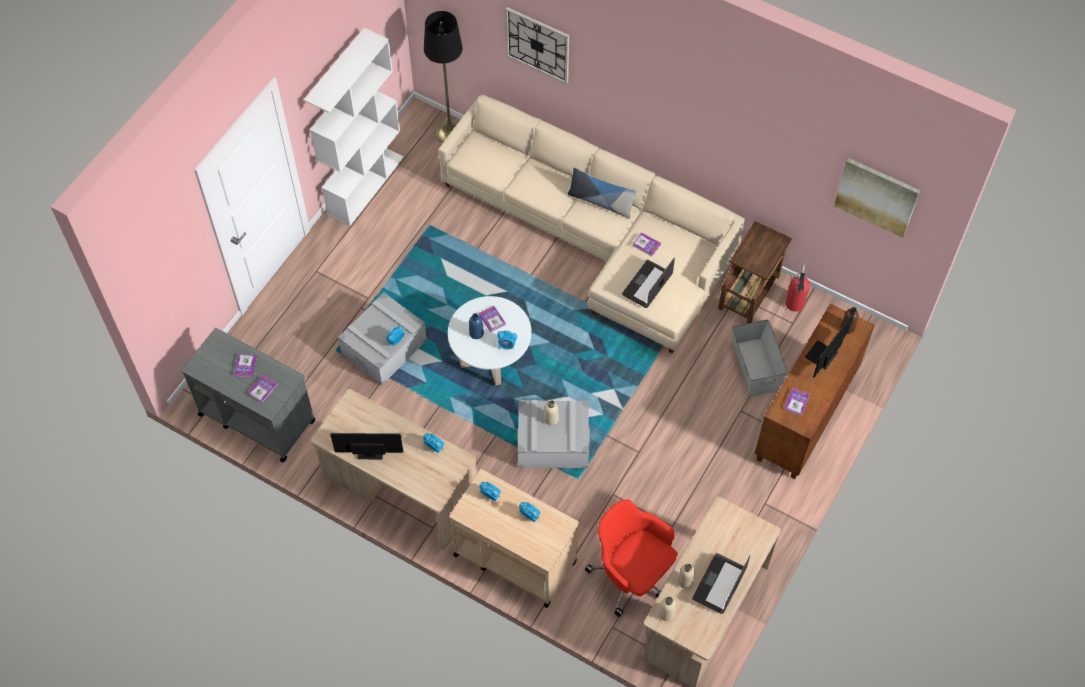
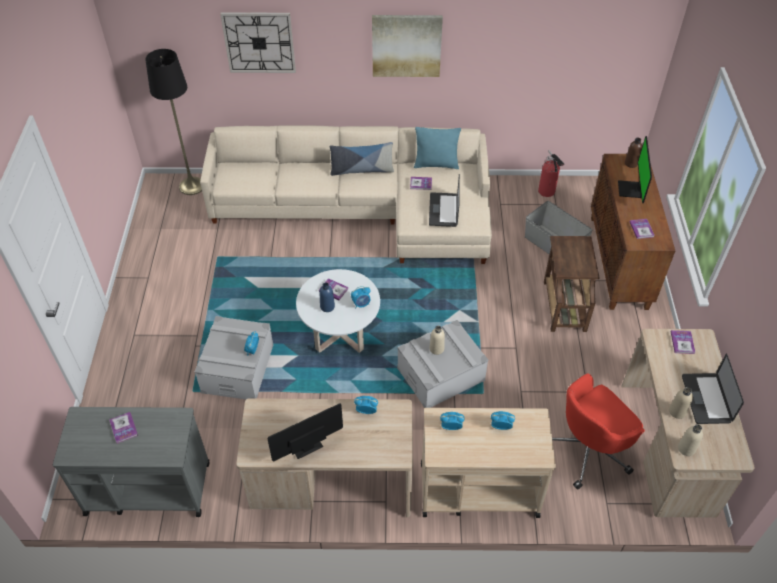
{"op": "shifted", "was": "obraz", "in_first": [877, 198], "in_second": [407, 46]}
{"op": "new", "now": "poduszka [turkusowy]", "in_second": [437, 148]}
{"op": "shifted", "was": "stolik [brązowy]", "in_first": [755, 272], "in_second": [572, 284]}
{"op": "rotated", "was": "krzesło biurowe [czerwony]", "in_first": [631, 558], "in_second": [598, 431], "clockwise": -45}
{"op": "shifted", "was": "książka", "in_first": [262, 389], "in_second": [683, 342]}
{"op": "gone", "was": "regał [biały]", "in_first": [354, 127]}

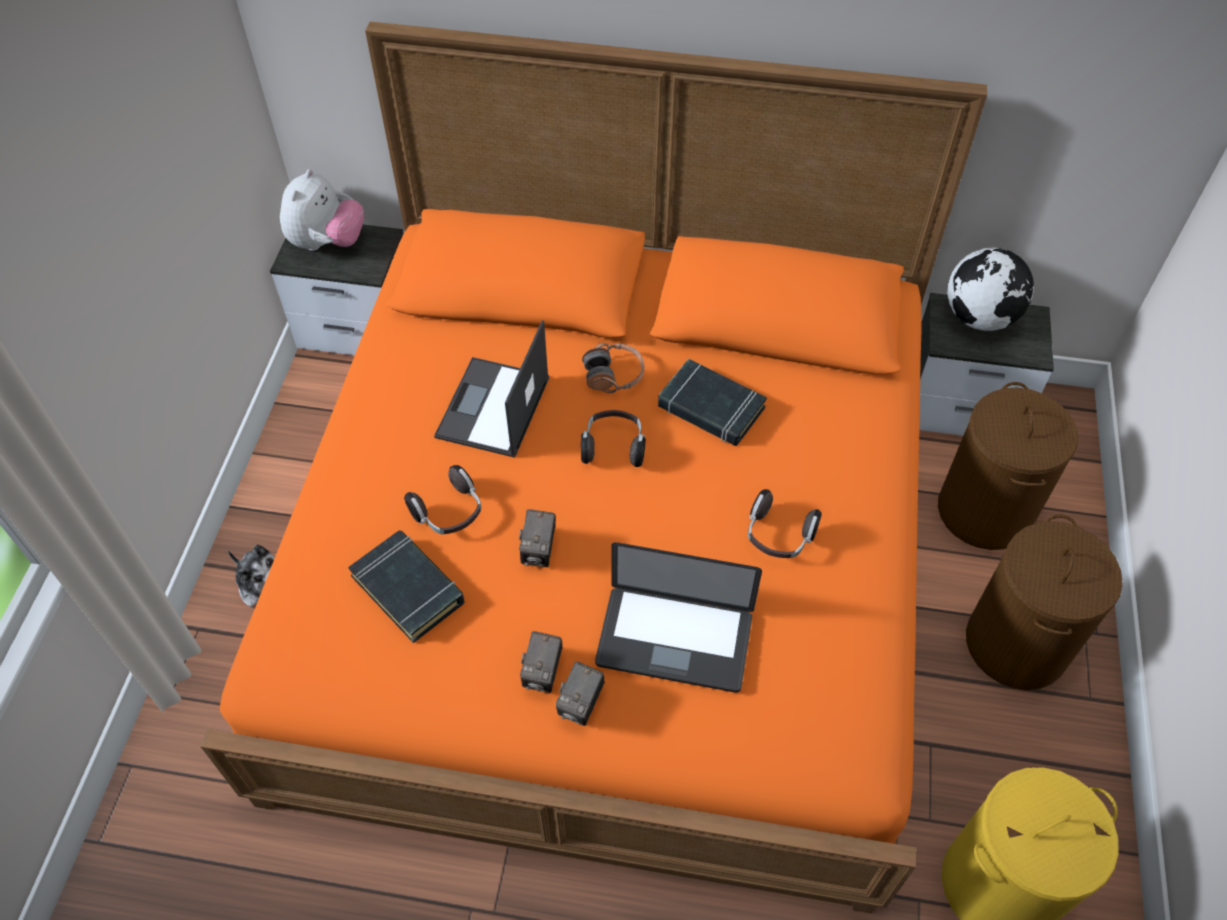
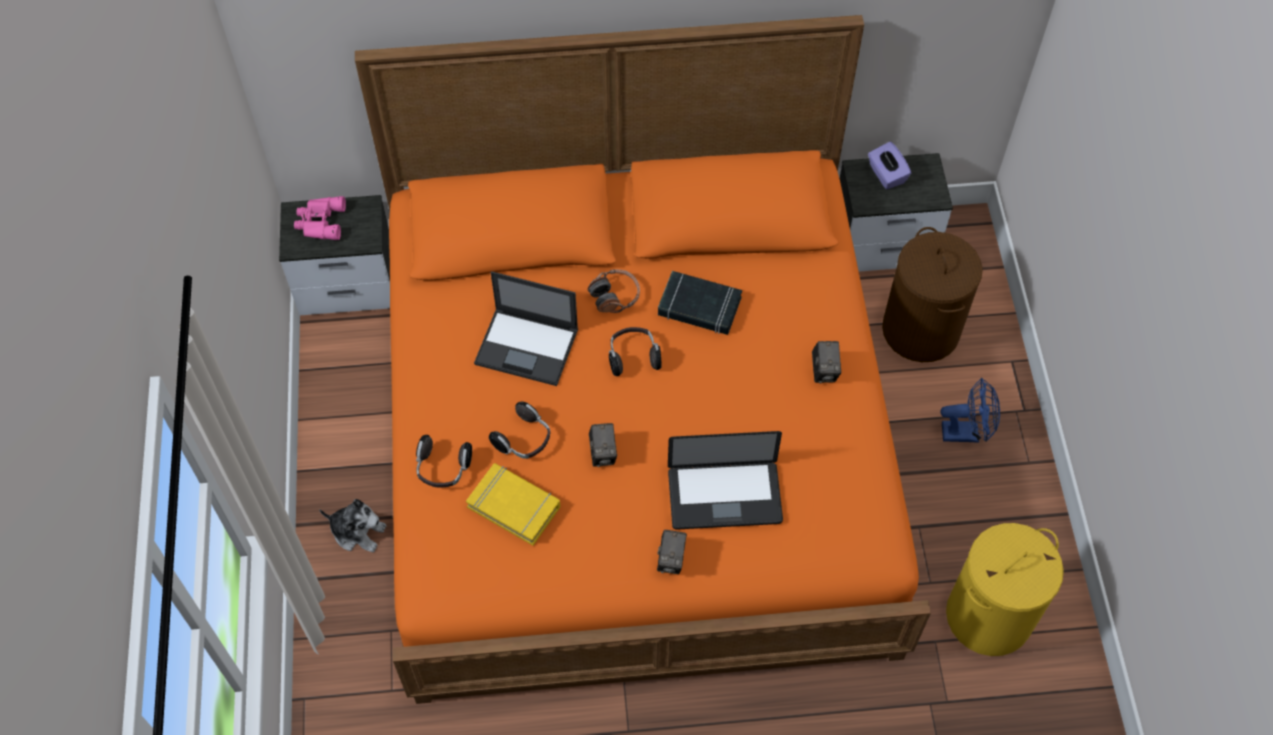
{"op": "swapped", "was": "pluszak", "now": "lornetka [różowy]", "in_first": [322, 210], "in_second": [320, 218]}
{"op": "shifted", "was": "słuchawki", "in_first": [785, 523], "in_second": [444, 461]}
{"op": "repainted", "was": "książka [czarny]", "now": "książka [żółty]", "in_first": [406, 586], "in_second": [513, 504]}
{"op": "rotated", "was": "laptop", "in_first": [491, 389], "in_second": [526, 328], "clockwise": -75}
{"op": "shifted", "was": "aparat fotograficzny", "in_first": [541, 662], "in_second": [826, 362]}
{"op": "swapped", "was": "globus", "now": "pudełko chusteczek [fioletowy]", "in_first": [990, 289], "in_second": [889, 165]}
{"op": "swapped", "was": "kosz na pranie [brązowy]", "now": "wentylator [niebieski]", "in_first": [1044, 602], "in_second": [970, 410]}

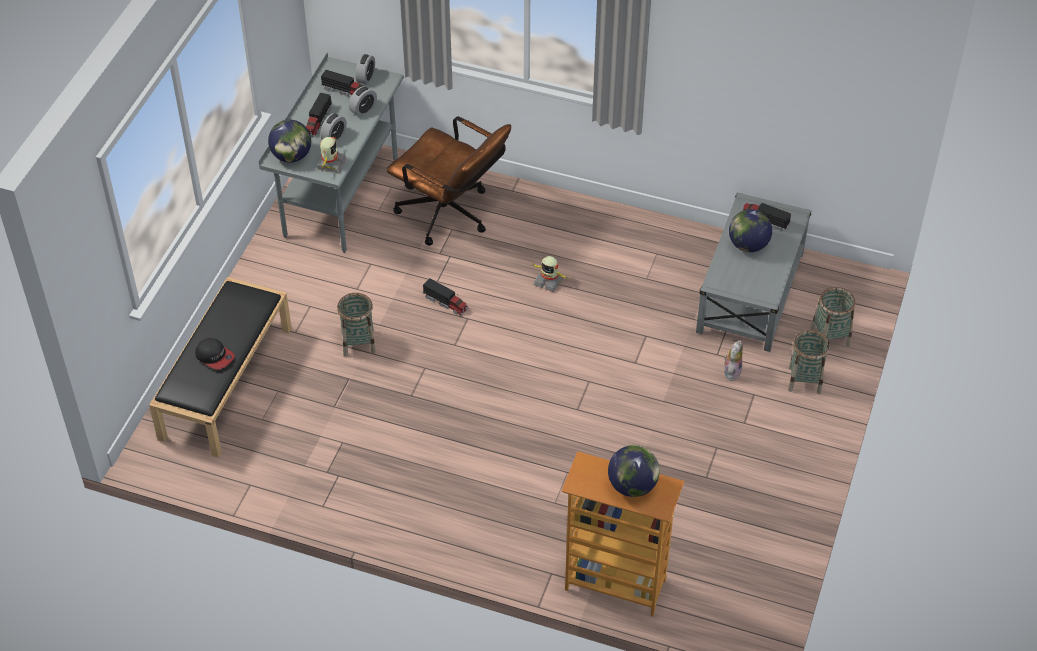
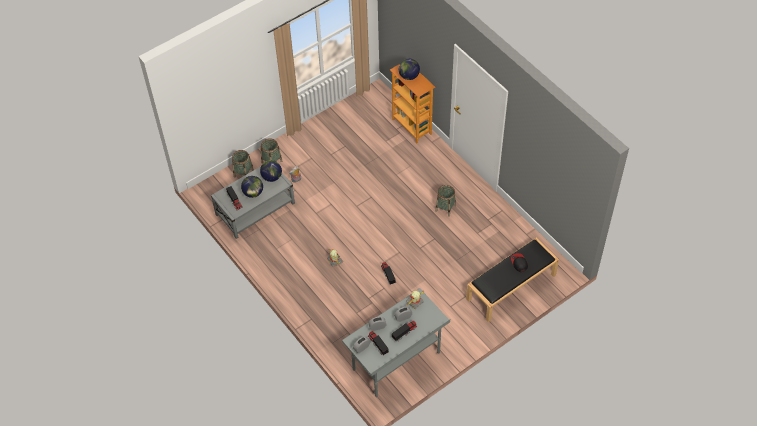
{"op": "shifted", "was": "globus", "in_first": [289, 141], "in_second": [271, 171]}
{"op": "shifted", "was": "koszyk", "in_first": [356, 324], "in_second": [445, 201]}
{"op": "gone", "was": "krzesło biurowe [brązowy]", "in_first": [449, 181]}

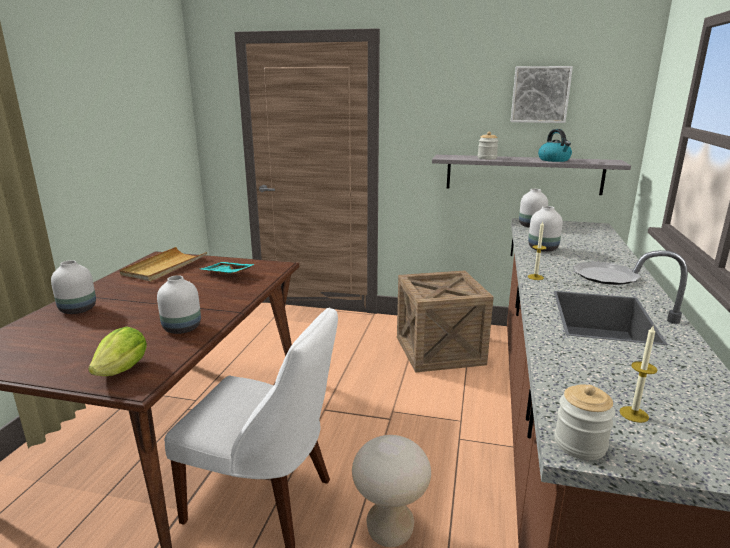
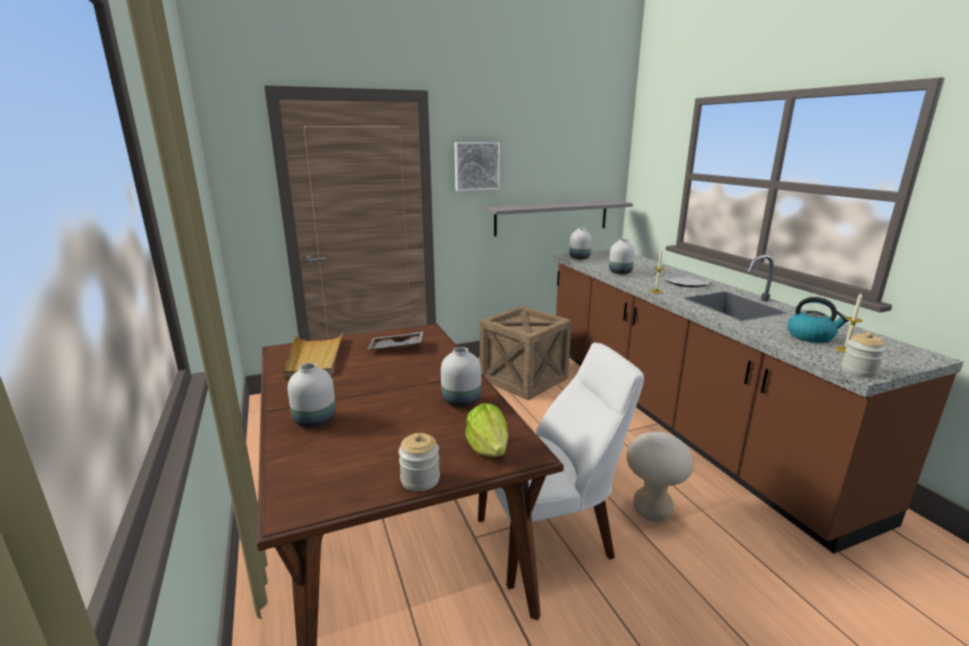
{"op": "repainted", "was": "taca [turkusowy]", "now": "taca [szary]", "in_first": [228, 268], "in_second": [395, 340]}
{"op": "shifted", "was": "słoik", "in_first": [488, 145], "in_second": [419, 462]}
{"op": "shifted", "was": "obraz", "in_first": [542, 94], "in_second": [477, 166]}
{"op": "shifted", "was": "czajnik", "in_first": [555, 145], "in_second": [818, 320]}

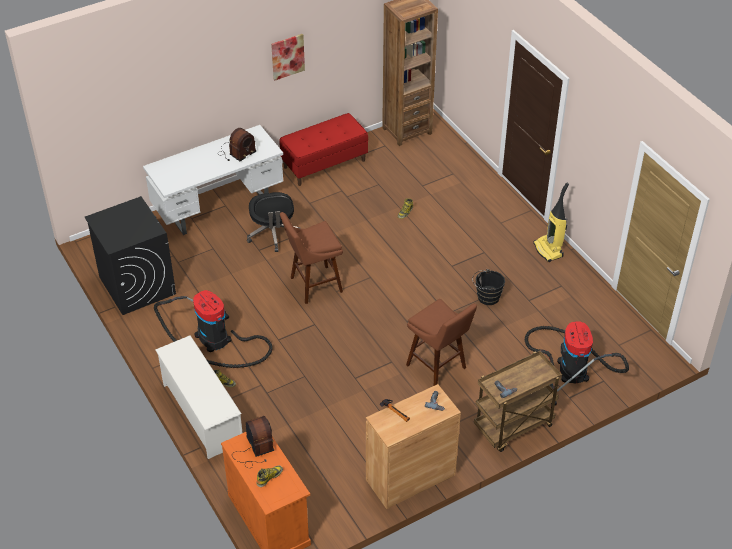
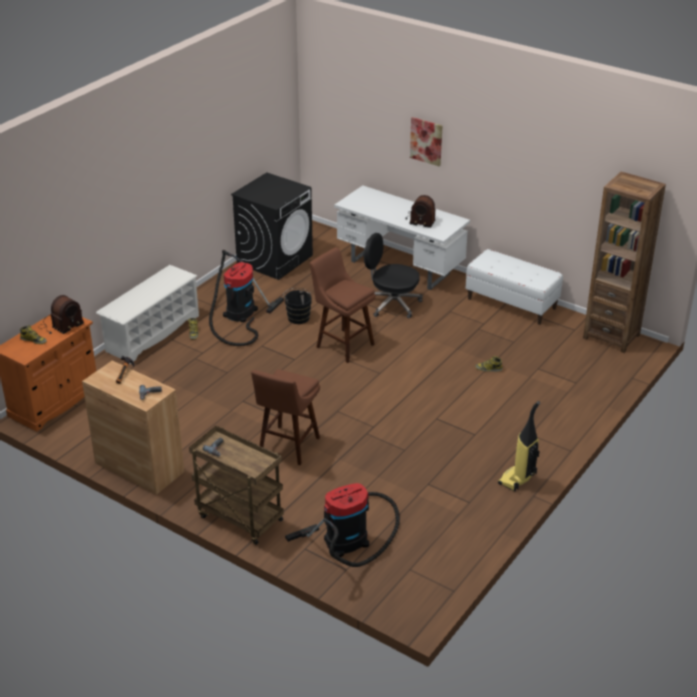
{"op": "shifted", "was": "wiadro [czarny]", "in_first": [488, 287], "in_second": [297, 306]}
{"op": "rotated", "was": "krzesło biurowe [czarny]", "in_first": [274, 222], "in_second": [393, 276], "clockwise": 60}
{"op": "shifted", "was": "obraz", "in_first": [288, 57], "in_second": [426, 141]}
{"op": "repainted", "was": "ławka [czerwony]", "now": "ławka [biały]", "in_first": [323, 149], "in_second": [514, 287]}

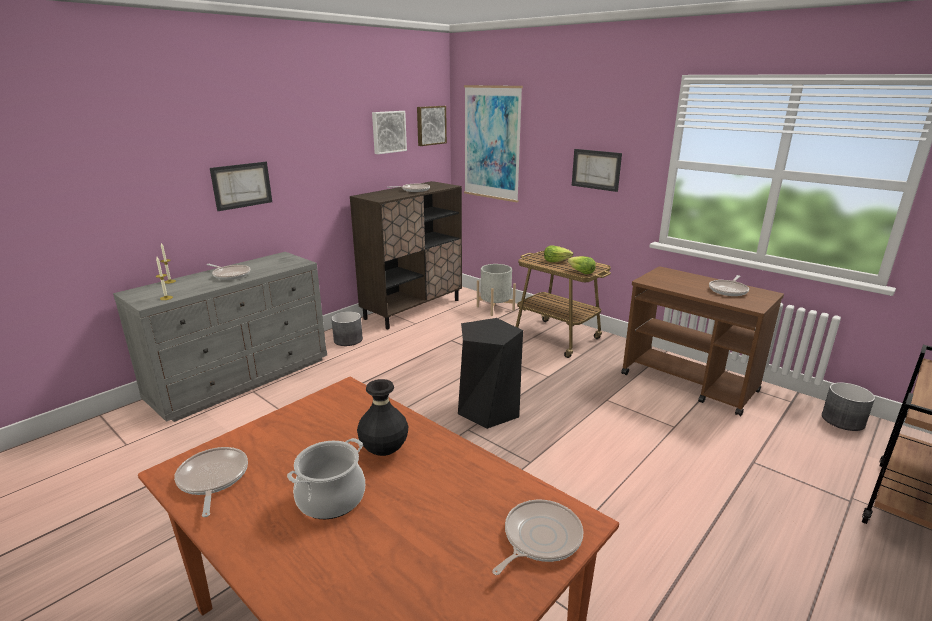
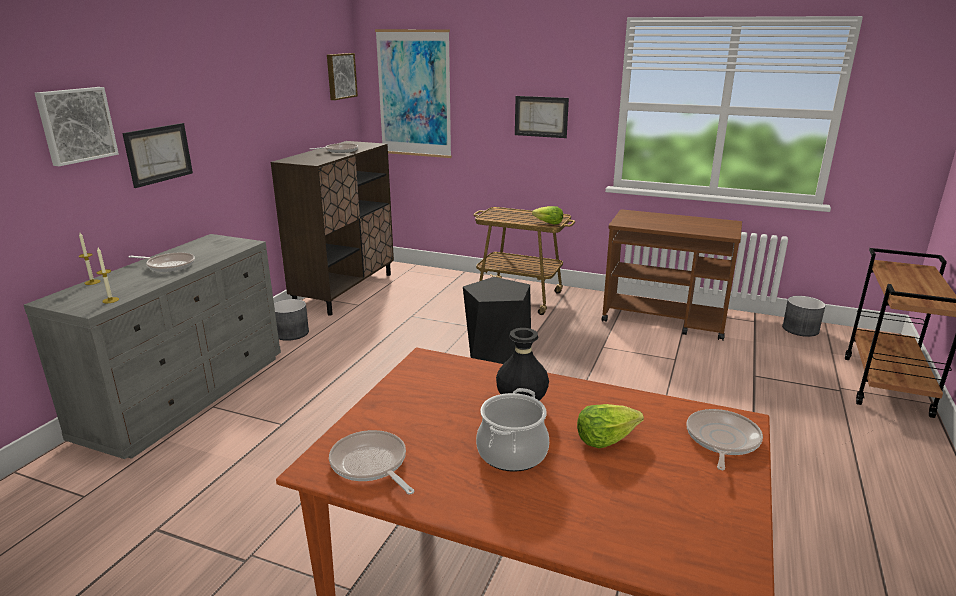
{"op": "shifted", "was": "obraz", "in_first": [389, 132], "in_second": [77, 126]}
{"op": "shifted", "was": "sałata", "in_first": [558, 254], "in_second": [610, 426]}
{"op": "gone", "was": "donica [szary]", "in_first": [496, 290]}
{"op": "gone", "was": "patelnia", "in_first": [729, 285]}

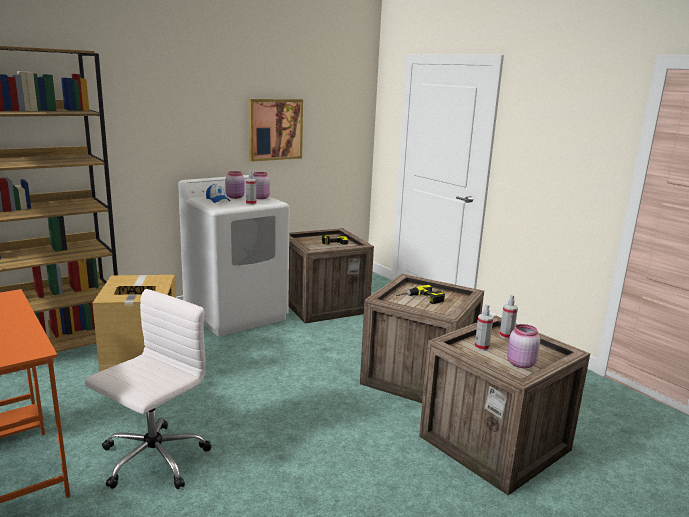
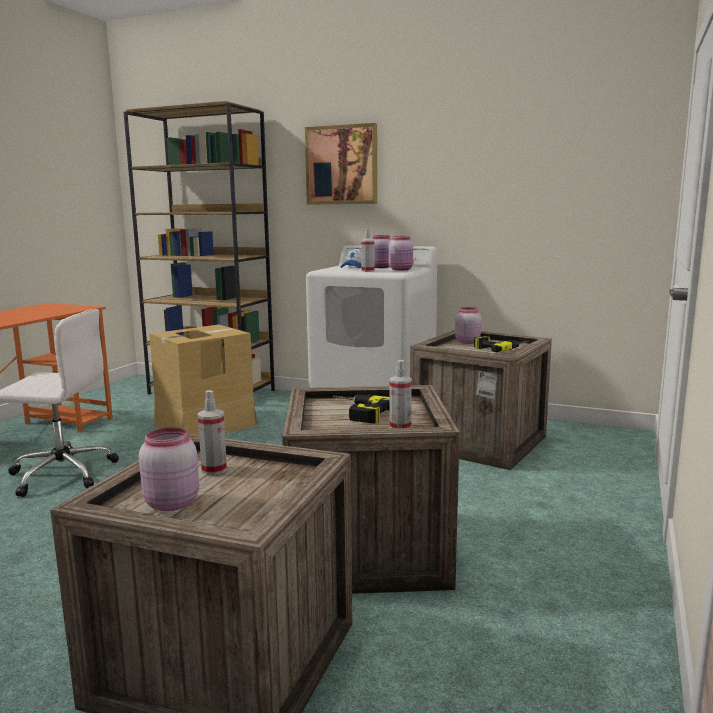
{"op": "shifted", "was": "obraz", "in_first": [276, 130], "in_second": [341, 164]}
{"op": "shifted", "was": "spryskiwacz", "in_first": [509, 316], "in_second": [400, 394]}
{"op": "new", "now": "słoik [różowy]", "in_second": [468, 325]}

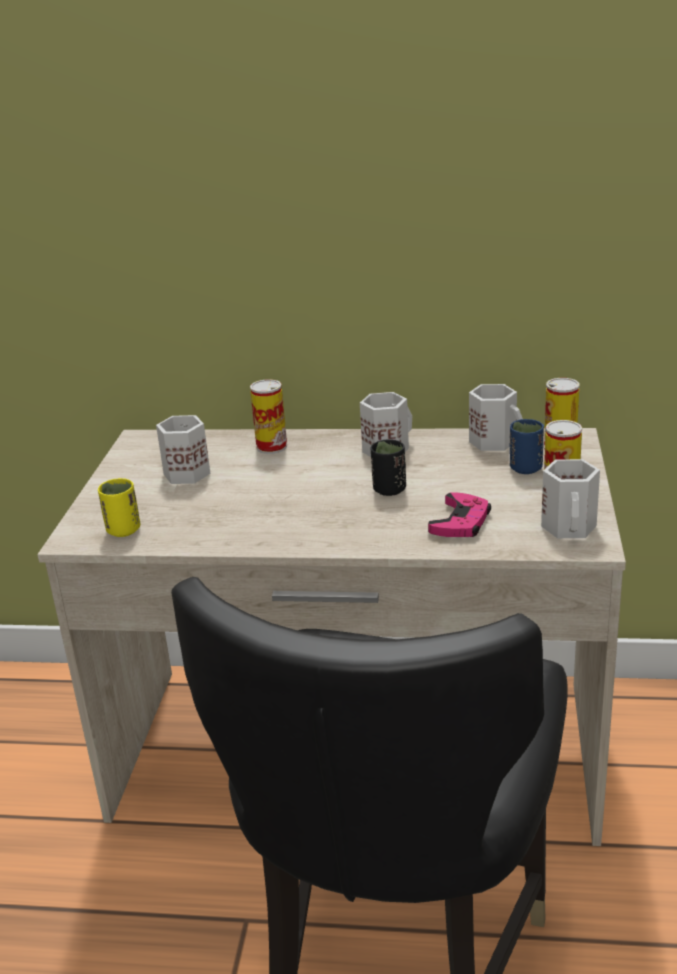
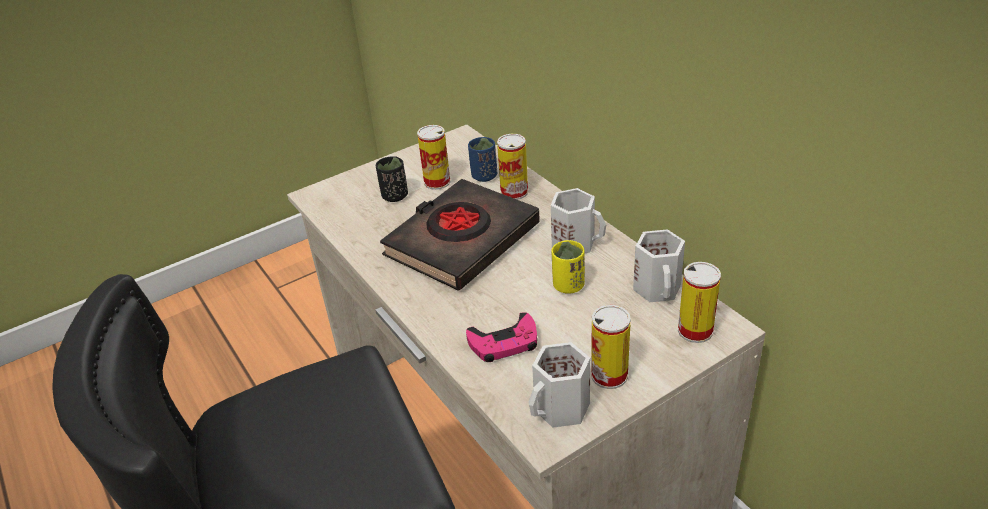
{"op": "shifted", "was": "filiżanka [czarny]", "in_first": [388, 467], "in_second": [392, 179]}
{"op": "new", "now": "książka [czarny]", "in_second": [460, 235]}
{"op": "swapped", "was": "kubek [biały]", "now": "puszka", "in_first": [183, 449], "in_second": [433, 157]}
{"op": "shifted", "was": "filiżanka [niebieski]", "in_first": [527, 446], "in_second": [482, 159]}
{"op": "shifted", "was": "filiżanka [żółty]", "in_first": [119, 507], "in_second": [568, 267]}

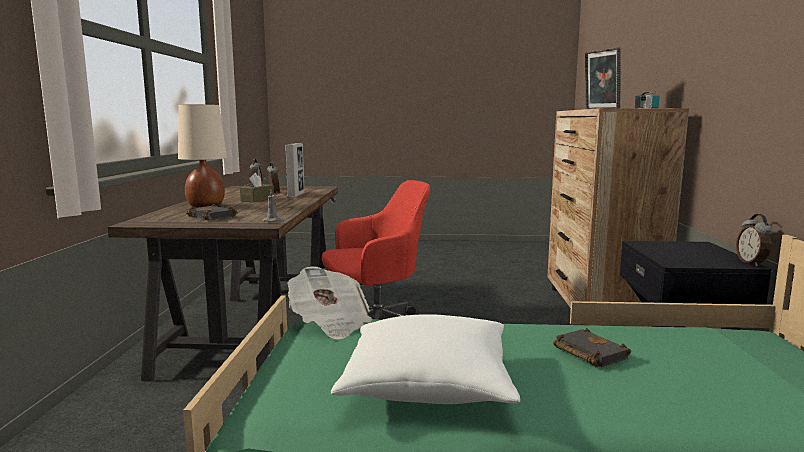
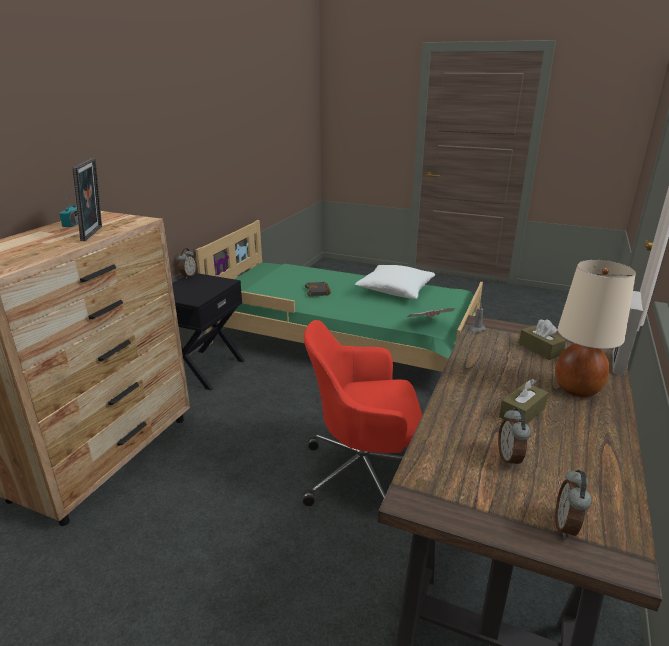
{"op": "swapped", "was": "książka [czarny]", "now": "pudełko chusteczek [brązowy]", "in_first": [211, 212], "in_second": [542, 339]}
{"op": "shifted", "was": "ramka na zdjęcie", "in_first": [295, 170], "in_second": [627, 333]}

